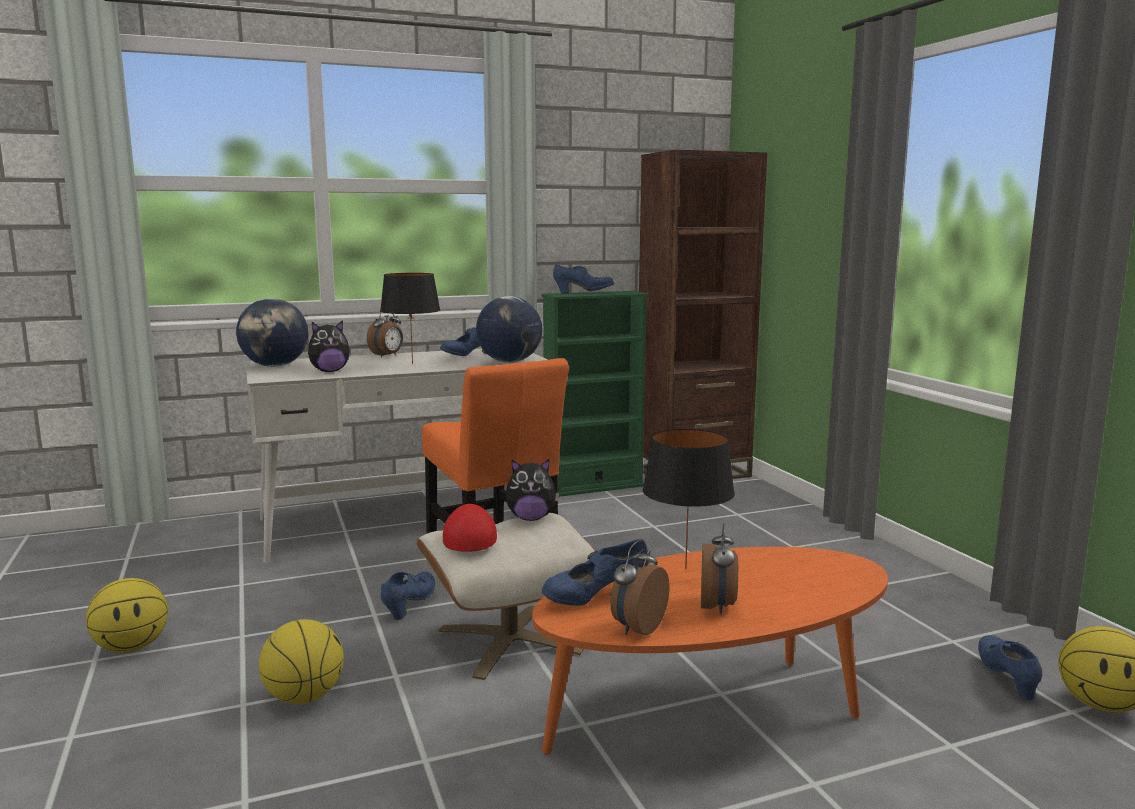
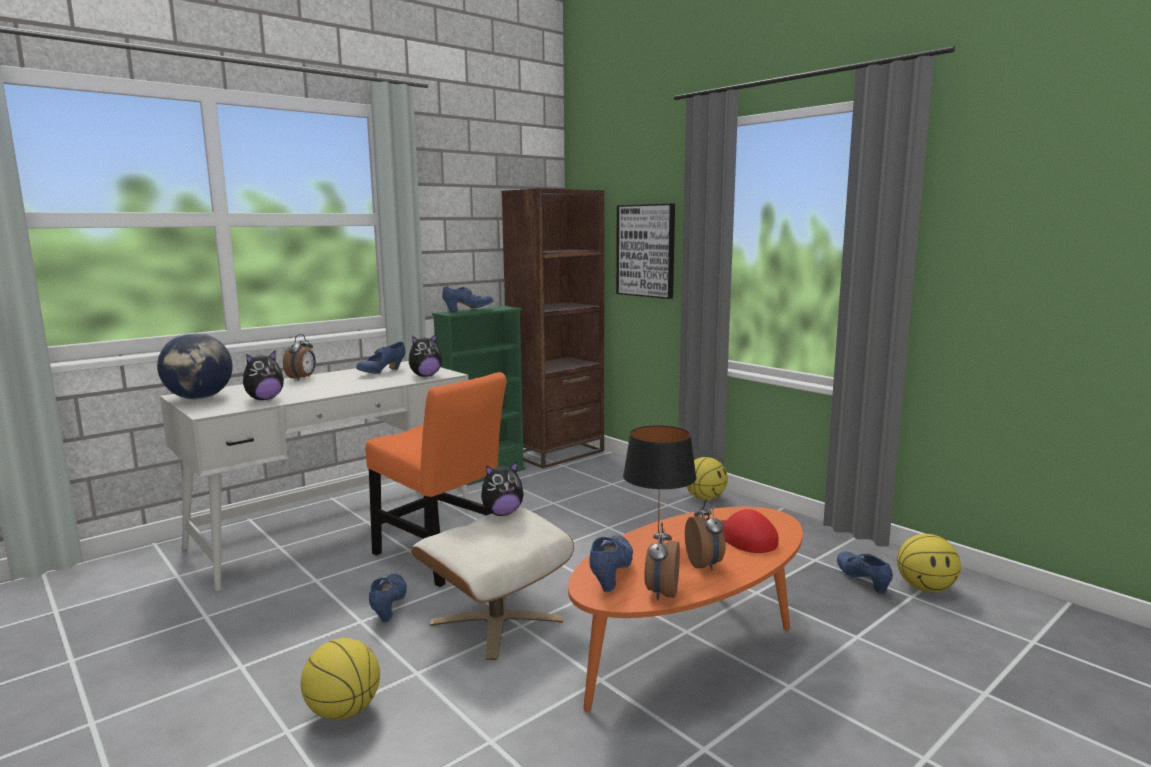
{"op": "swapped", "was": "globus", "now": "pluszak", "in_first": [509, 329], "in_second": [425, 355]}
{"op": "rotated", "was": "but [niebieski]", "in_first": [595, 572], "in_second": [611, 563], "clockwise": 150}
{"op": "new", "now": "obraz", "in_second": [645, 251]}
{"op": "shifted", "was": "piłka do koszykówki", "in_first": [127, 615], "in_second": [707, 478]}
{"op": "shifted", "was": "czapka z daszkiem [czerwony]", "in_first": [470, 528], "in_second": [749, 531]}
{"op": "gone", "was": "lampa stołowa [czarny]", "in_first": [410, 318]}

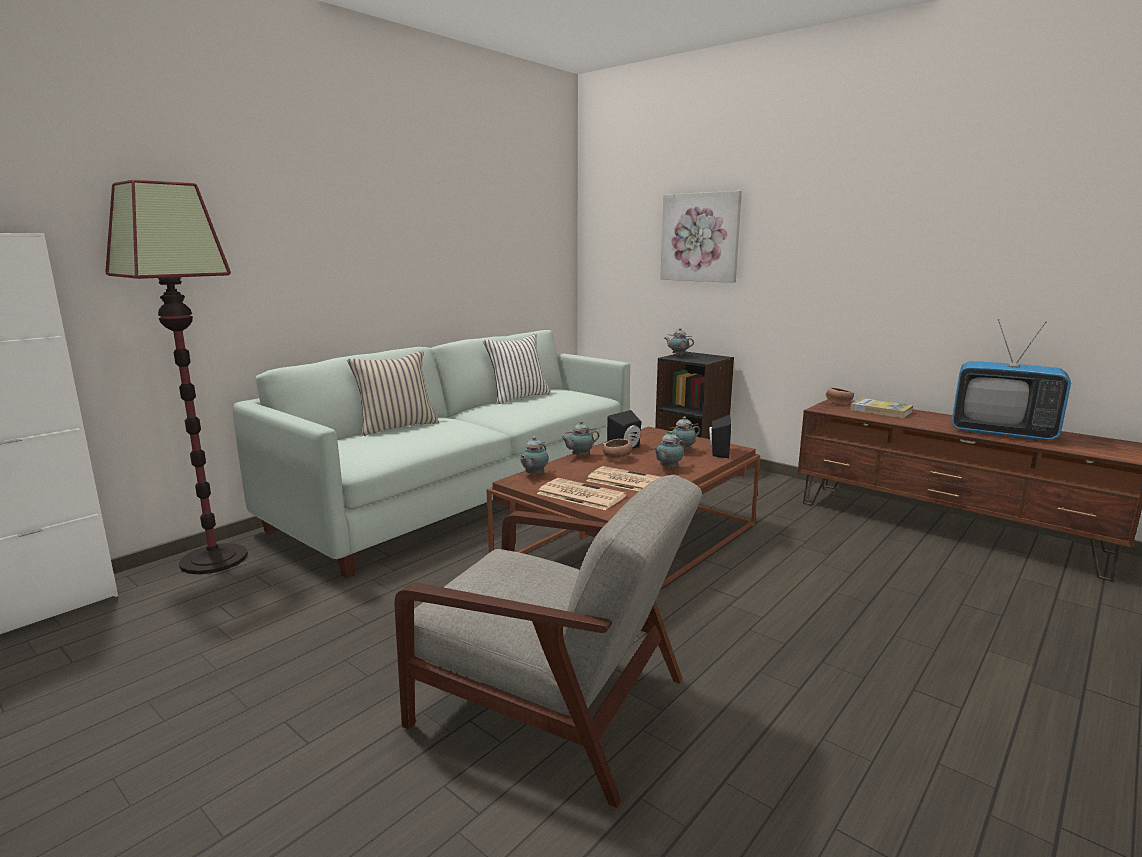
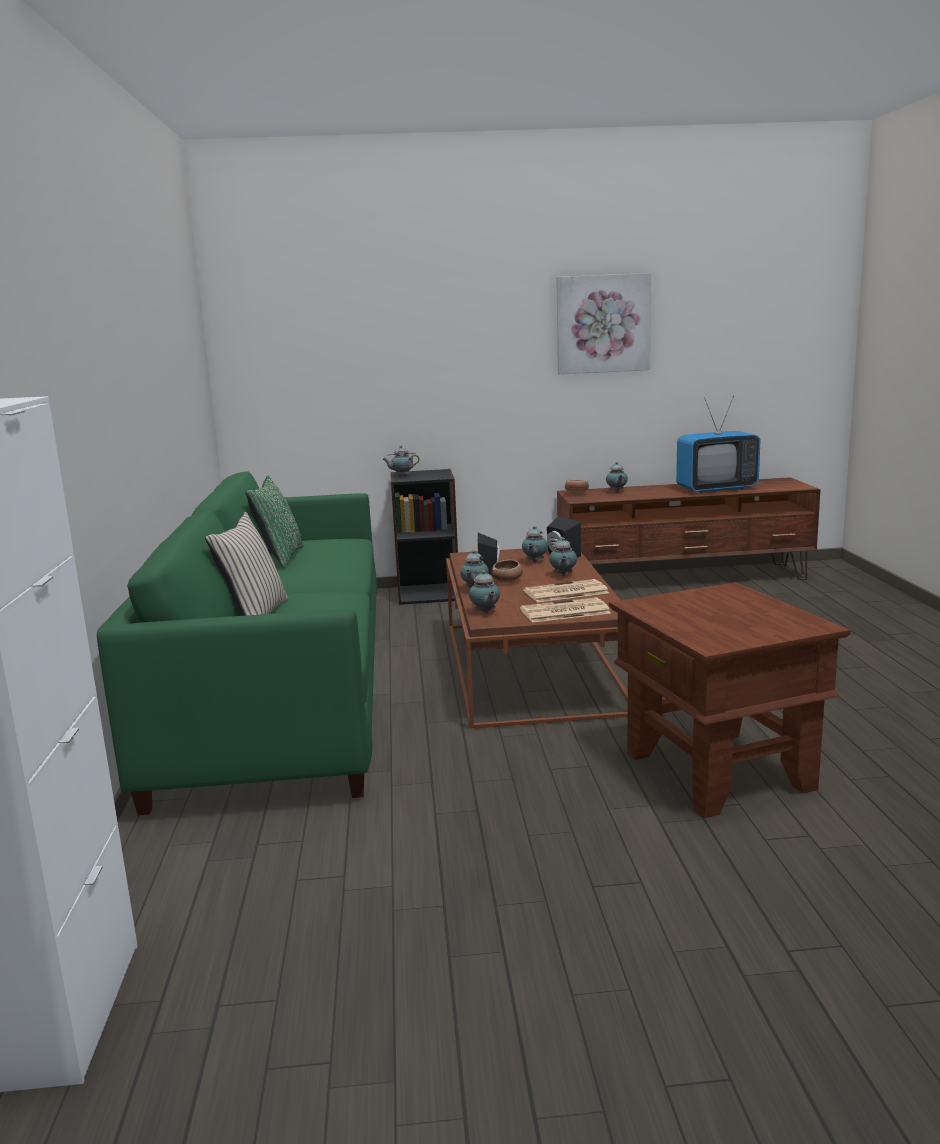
{"op": "repainted", "was": "kanapa [biały]", "now": "kanapa [zielony]", "in_first": [431, 454], "in_second": [237, 643]}
{"op": "repainted", "was": "poduszka [biały]", "now": "poduszka [zielony]", "in_first": [517, 368], "in_second": [274, 521]}
{"op": "shifted", "was": "obraz", "in_first": [701, 237], "in_second": [603, 323]}
{"op": "swapped", "was": "książka", "now": "imbryk", "in_first": [881, 408], "in_second": [617, 477]}
{"op": "swapped", "was": "fotel [szary]", "now": "stolik [brązowy]", "in_first": [548, 641], "in_second": [730, 700]}
{"op": "gone", "was": "lampa stojąca", "in_first": [176, 376]}

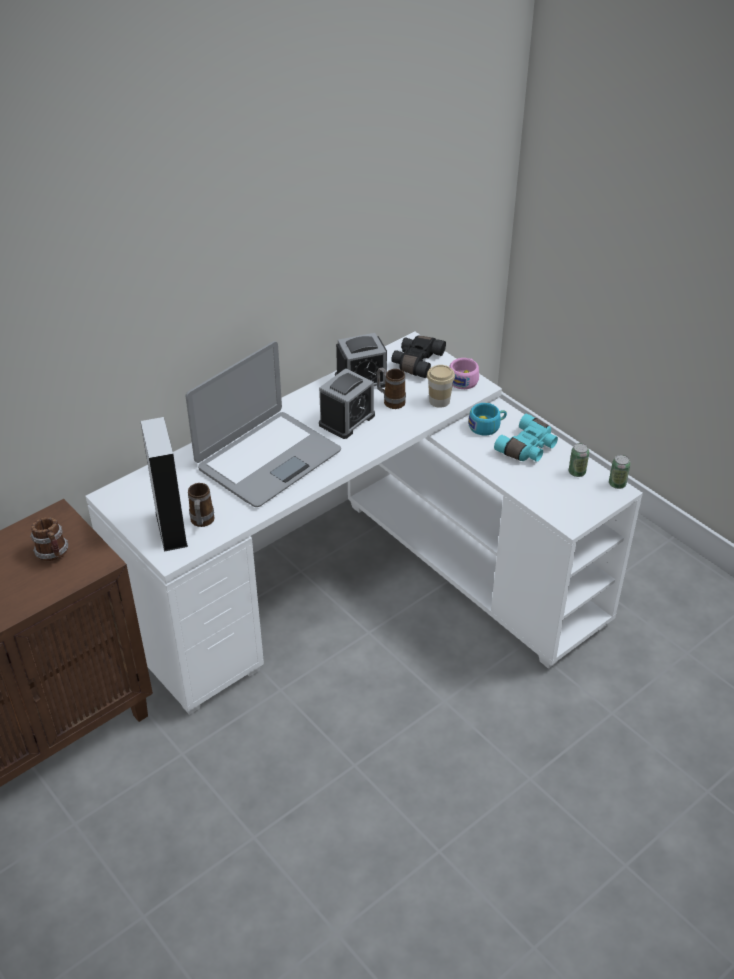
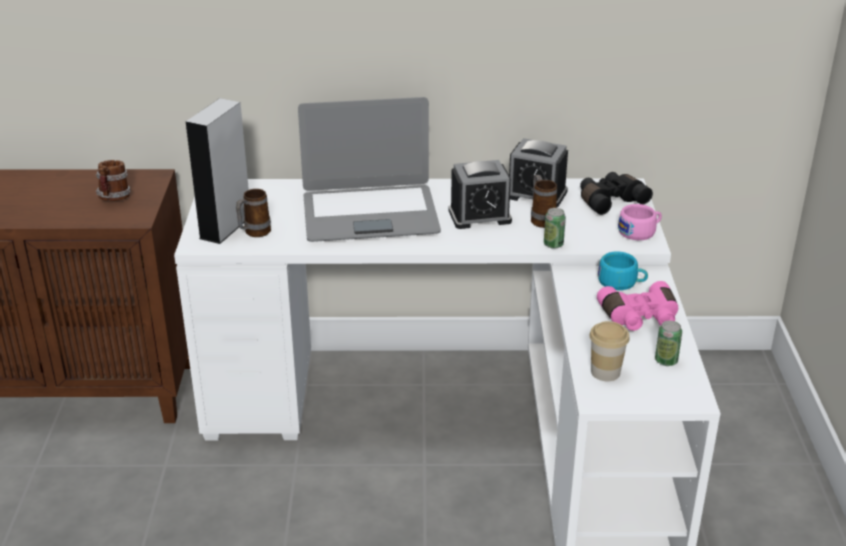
{"op": "shifted", "was": "puszka", "in_first": [620, 472], "in_second": [555, 228]}
{"op": "shifted", "was": "filiżanka", "in_first": [441, 386], "in_second": [610, 351]}
{"op": "repainted", "was": "lornetka [turkusowy]", "now": "lornetka [różowy]", "in_first": [526, 438], "in_second": [637, 306]}

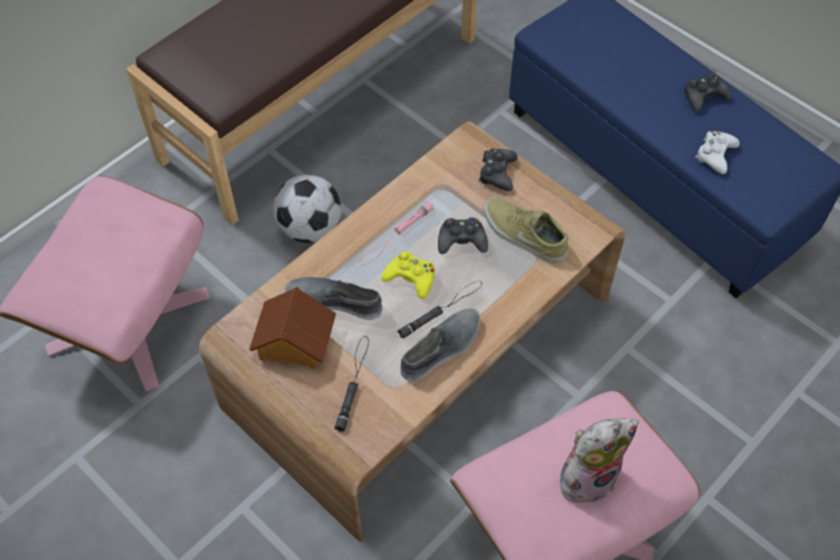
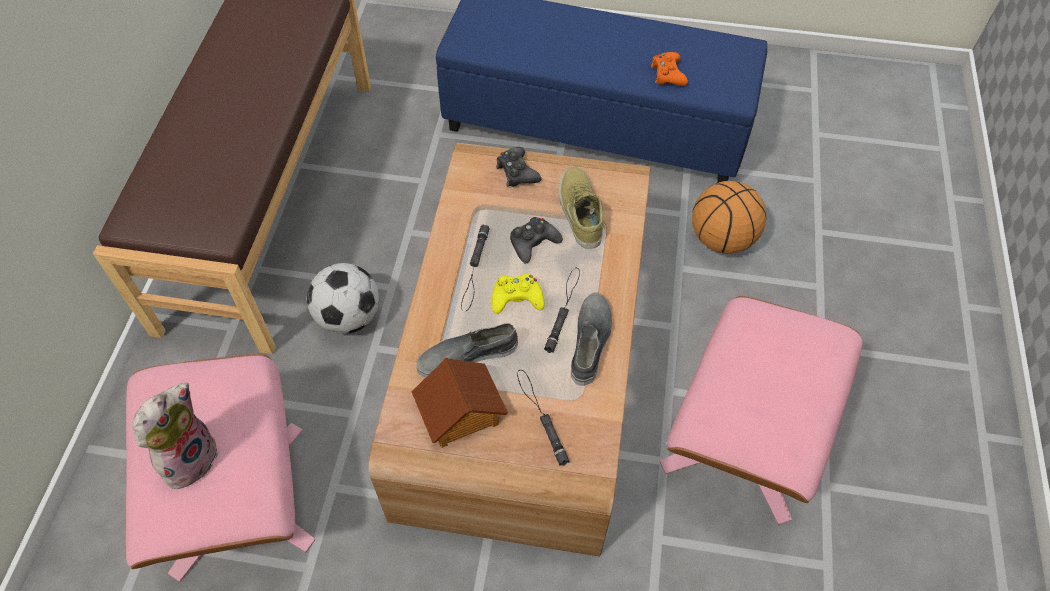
{"op": "shifted", "was": "pluszak", "in_first": [599, 463], "in_second": [175, 439]}
{"op": "repainted", "was": "latarka [różowy]", "now": "latarka [czarny]", "in_first": [396, 233], "in_second": [475, 268]}
{"op": "rotated", "was": "but [beżowy]", "in_first": [526, 230], "in_second": [580, 207], "clockwise": 75}
{"op": "repainted", "was": "pad do gier [biały]", "now": "pad do gier [pomarańczowy]", "in_first": [717, 152], "in_second": [669, 69]}
{"op": "new", "now": "piłka do koszykówki", "in_second": [729, 217]}
{"op": "gone", "was": "pad do gier [czarny]", "in_first": [708, 92]}

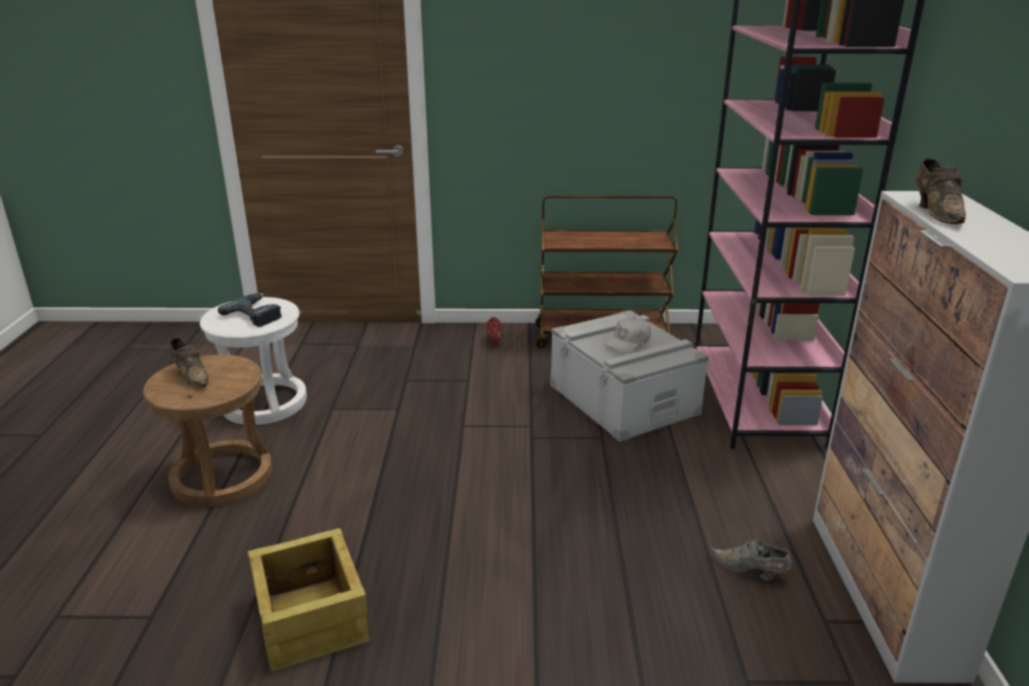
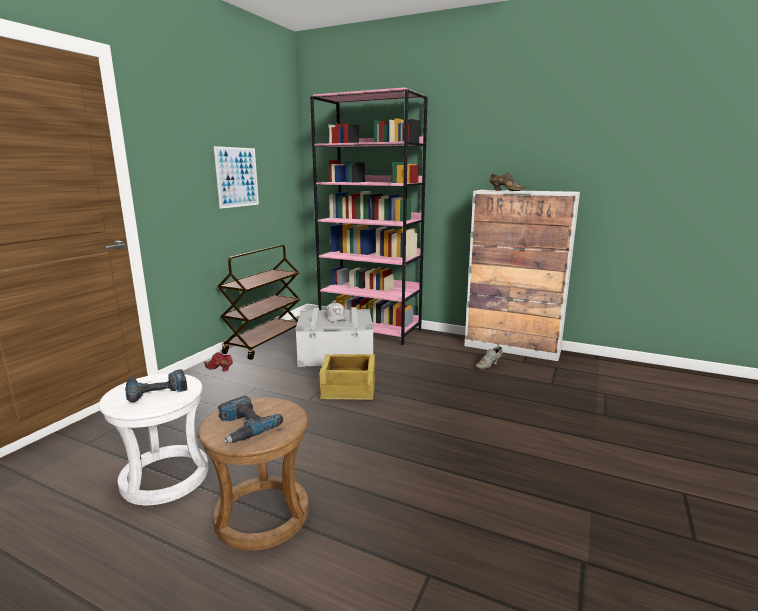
{"op": "new", "now": "obraz", "in_second": [236, 177]}
{"op": "swapped", "was": "but [brązowy]", "now": "wiertarka", "in_first": [189, 363], "in_second": [250, 419]}
{"op": "shifted", "was": "skrzynka", "in_first": [308, 600], "in_second": [347, 377]}

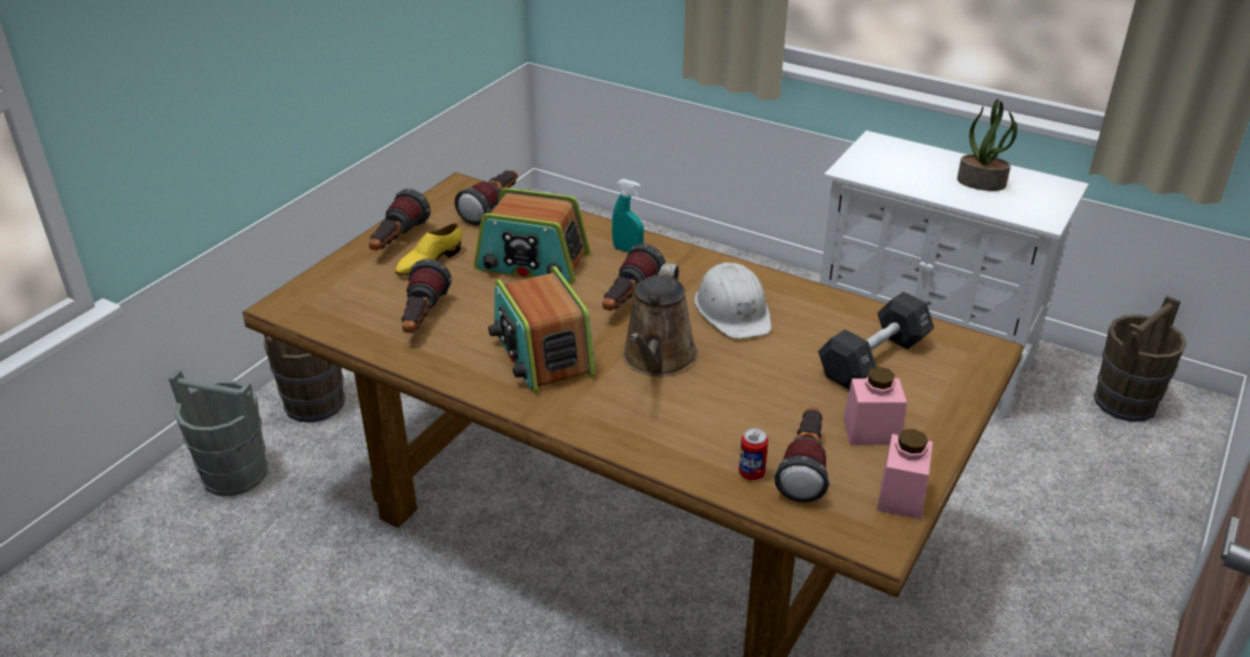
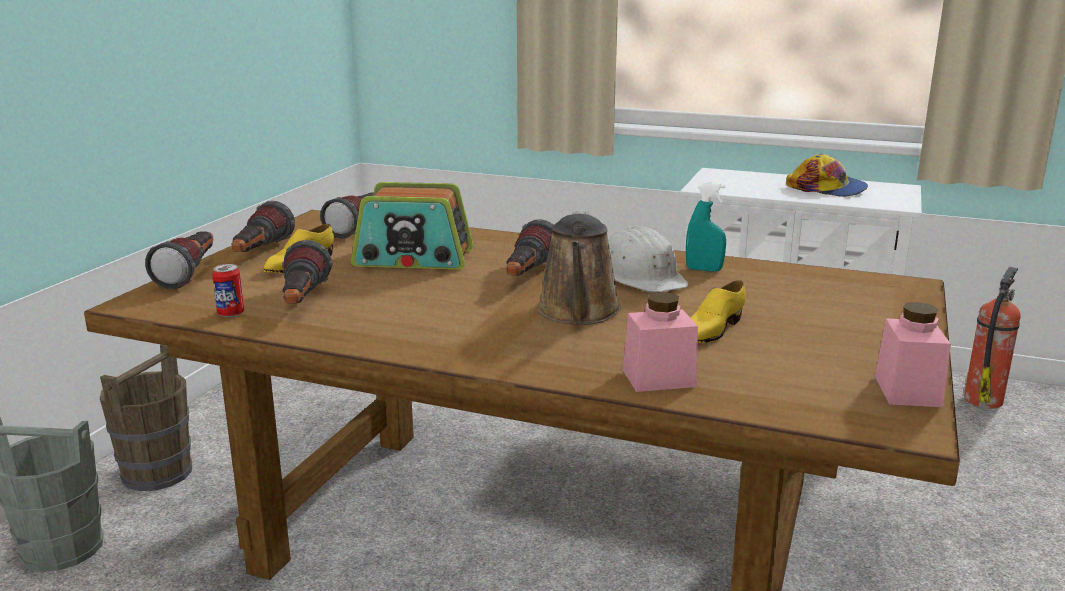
{"op": "shifted", "was": "latarka", "in_first": [802, 454], "in_second": [179, 260]}
{"op": "shifted", "was": "puszka", "in_first": [753, 454], "in_second": [228, 290]}
{"op": "shifted", "was": "słoik [różowy]", "in_first": [875, 406], "in_second": [660, 342]}
{"op": "shifted", "was": "spryskiwacz [turkusowy]", "in_first": [628, 215], "in_second": [706, 227]}
{"op": "new", "now": "but [żółty]", "in_second": [718, 311]}
{"op": "swapped", "was": "roślina doniczkowa", "now": "czapka z daszkiem", "in_first": [987, 144], "in_second": [827, 175]}
{"op": "swapped", "was": "wiadro [brązowy]", "now": "gaśnica", "in_first": [1140, 359], "in_second": [992, 337]}
{"op": "gone", "was": "radio", "in_first": [541, 330]}
{"op": "gone", "was": "hantel [czarny]", "in_first": [876, 341]}

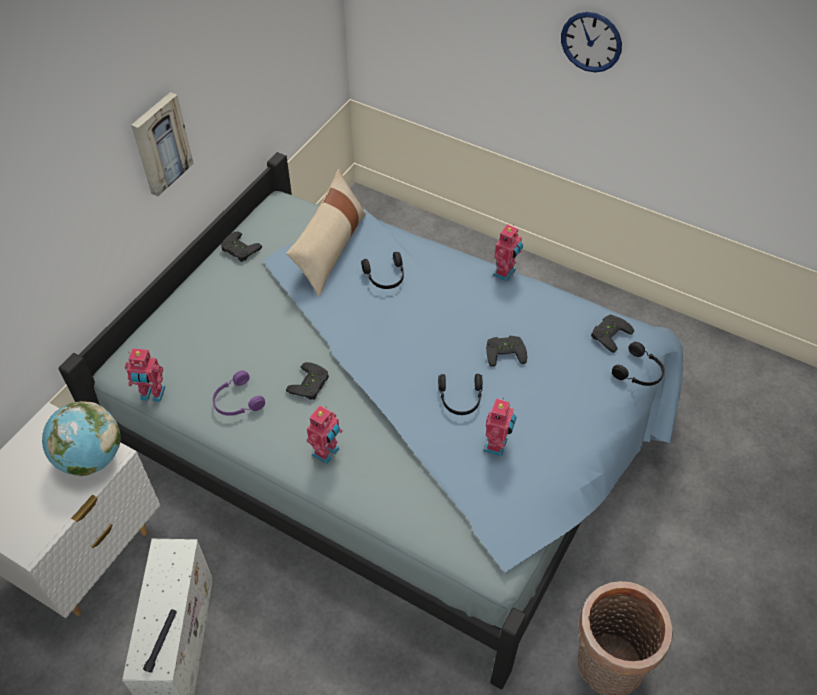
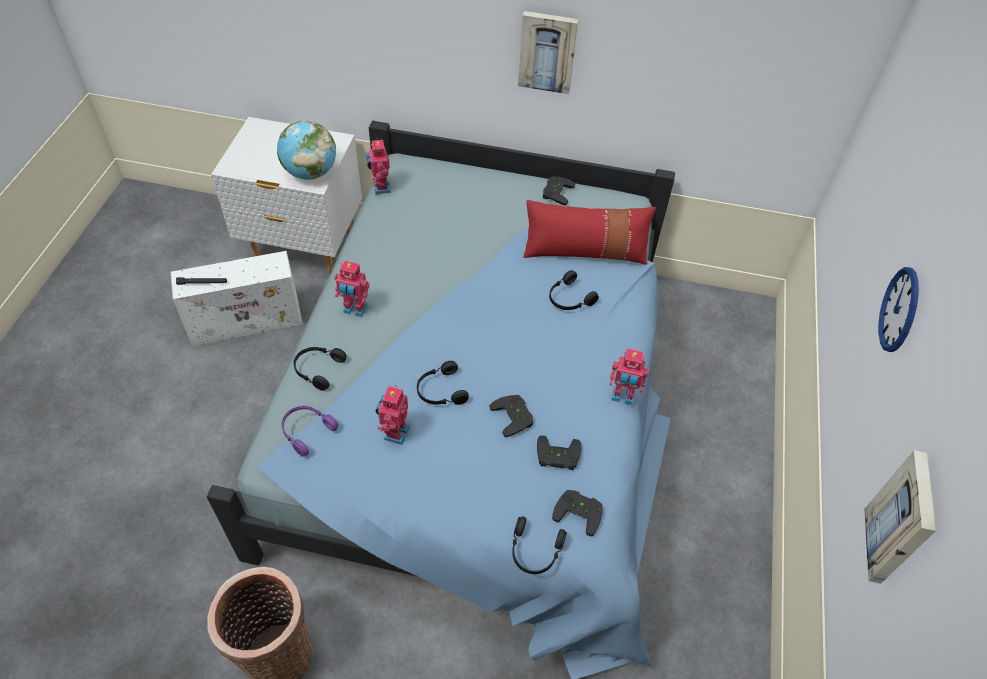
{"op": "shifted", "was": "słuchawki [fioletowy]", "in_first": [239, 393], "in_second": [309, 431]}
{"op": "new", "now": "słuchawki [czarny]", "in_second": [320, 369]}
{"op": "rotated", "was": "robot zabawkowy", "in_first": [500, 427], "in_second": [393, 415], "clockwise": 105}
{"op": "repainted", "was": "poduszka [beżowy]", "now": "poduszka [czerwony]", "in_first": [326, 233], "in_second": [589, 232]}
{"op": "shifted", "was": "pad do gier [czarny]", "in_first": [307, 381], "in_second": [559, 452]}
{"op": "new", "now": "obraz", "in_second": [900, 517]}

